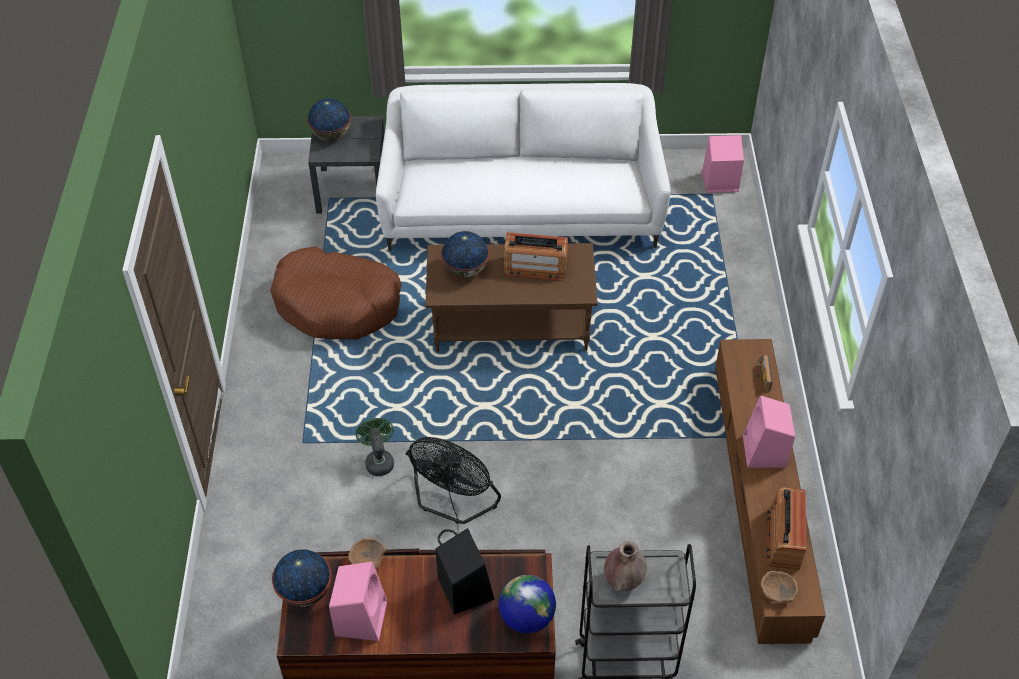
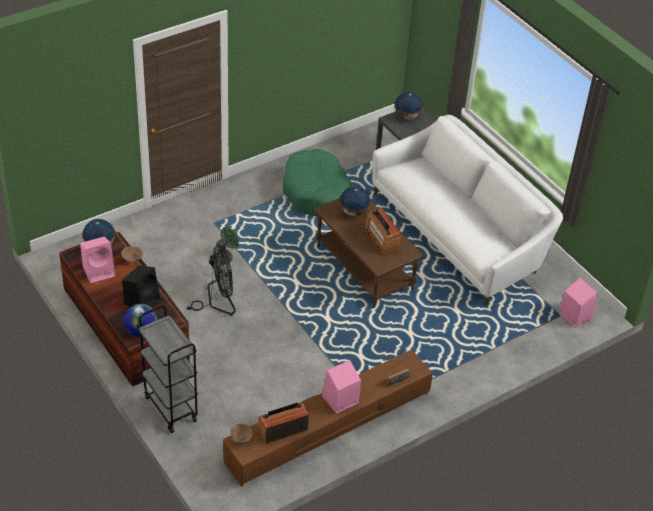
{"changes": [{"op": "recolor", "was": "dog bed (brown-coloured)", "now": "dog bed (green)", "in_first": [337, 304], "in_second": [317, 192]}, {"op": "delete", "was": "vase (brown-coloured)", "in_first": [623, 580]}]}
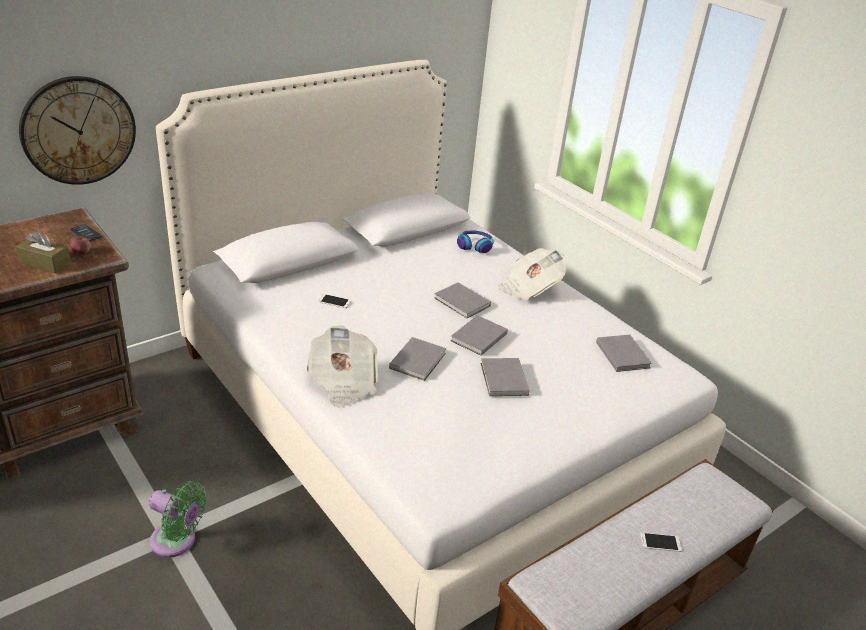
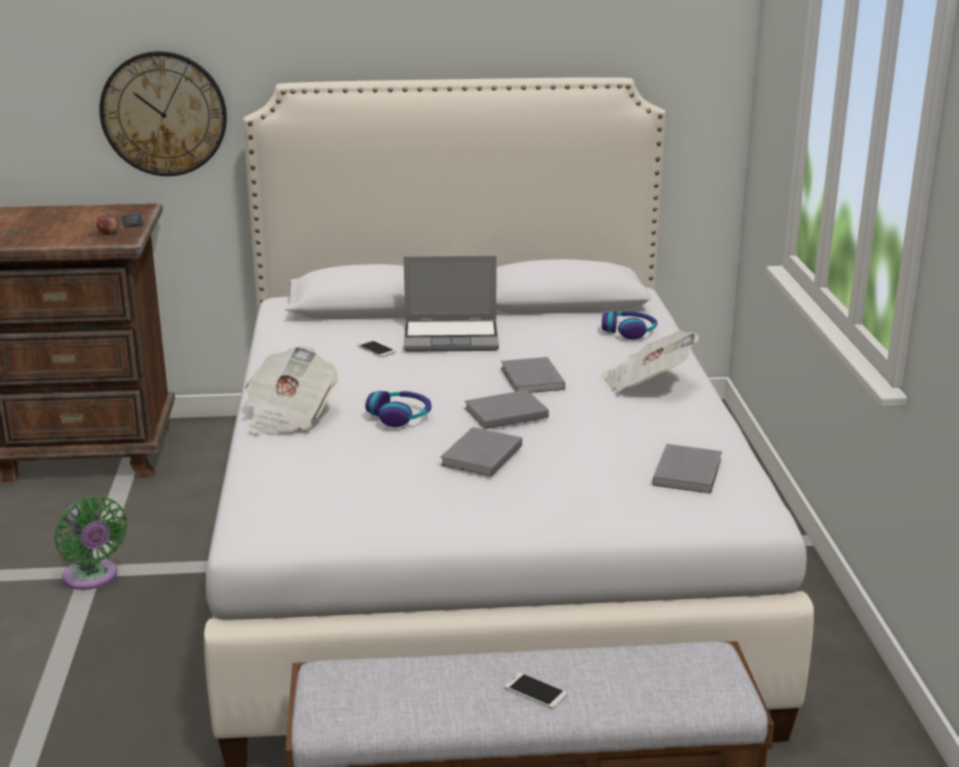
{"changes": [{"op": "delete", "was": "tissue box (brown-coloured)", "in_first": [45, 262]}, {"op": "replace", "was": "volume (greyish)", "now": "headset", "in_first": [419, 360], "in_second": [400, 416]}, {"op": "insert", "now": "portable computer", "in_second": [452, 337]}]}
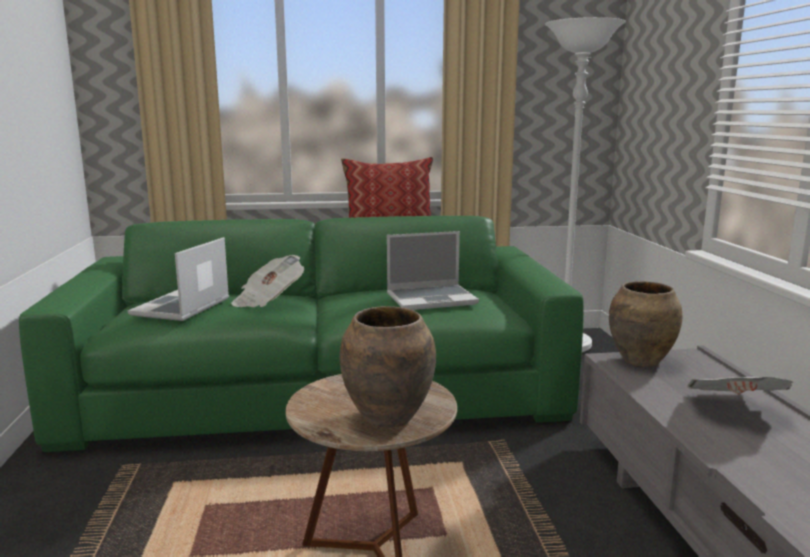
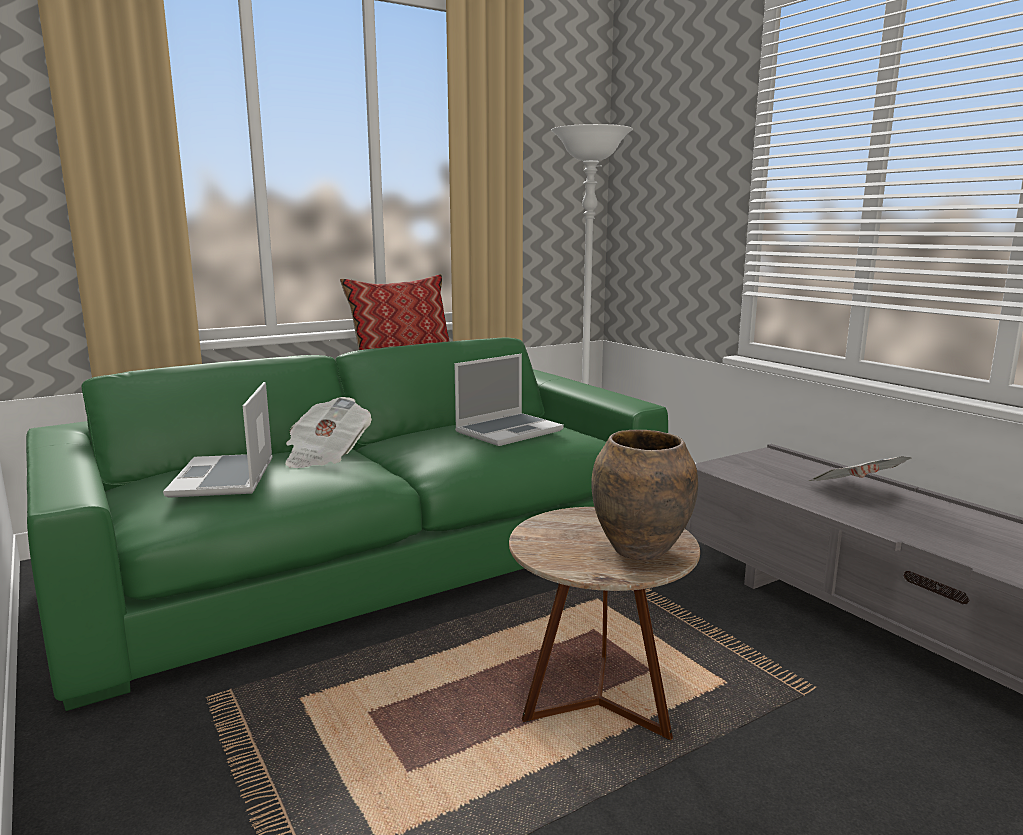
{"changes": [{"op": "delete", "was": "vase (brown-coloured)", "in_first": [641, 361]}]}
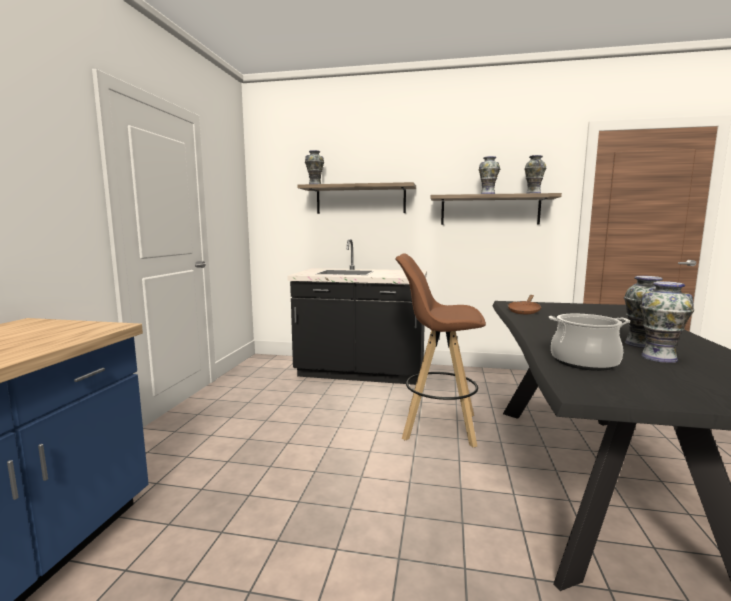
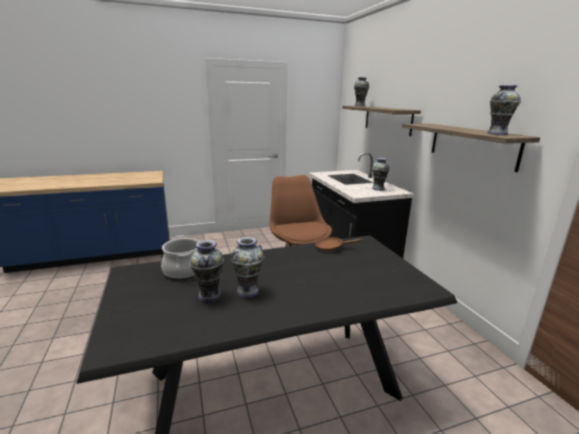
{"changes": [{"op": "move", "was": "vase", "in_first": [487, 194], "in_second": [378, 189]}]}
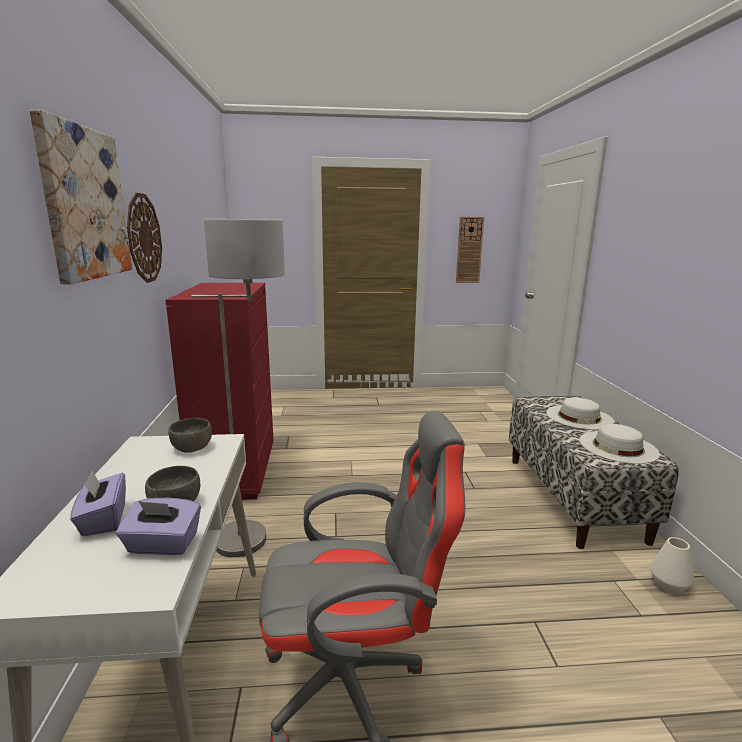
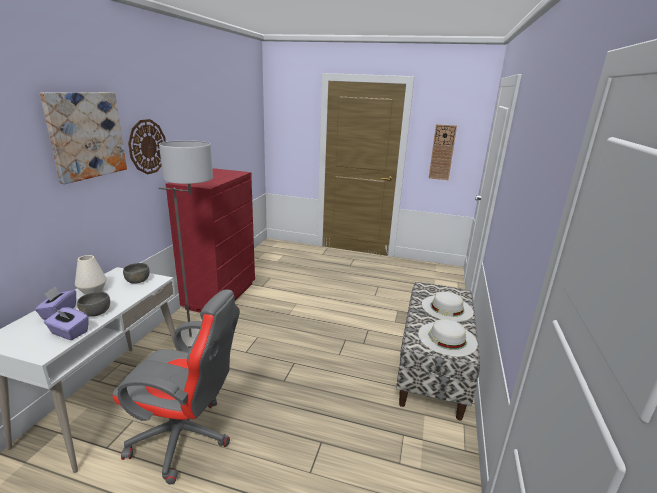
{"changes": [{"op": "move", "was": "vase (whitish)", "in_first": [668, 585], "in_second": [93, 290]}]}
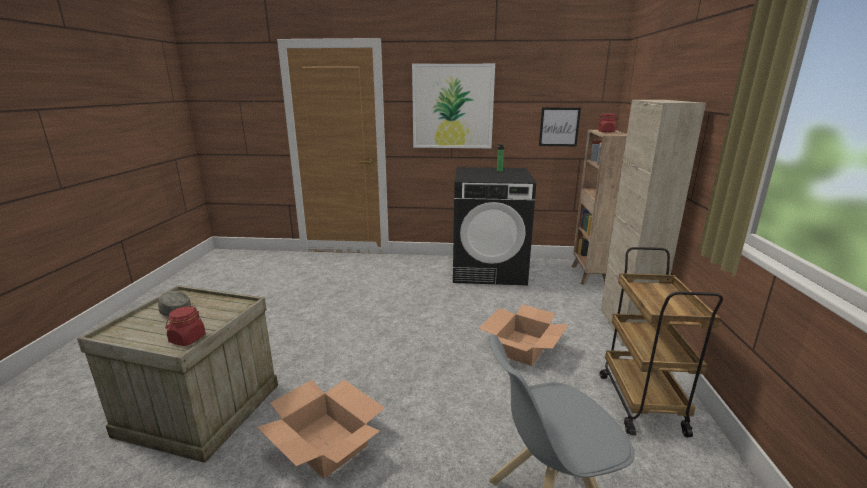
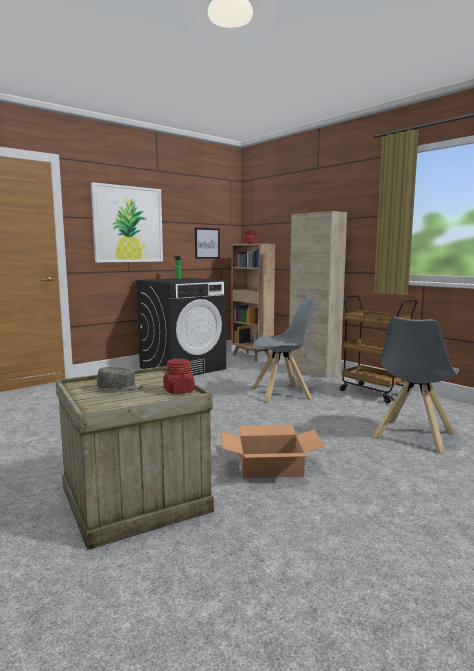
{"changes": [{"op": "replace", "was": "cardboard box", "now": "upright chair (greyish)", "in_first": [522, 347], "in_second": [283, 393]}]}
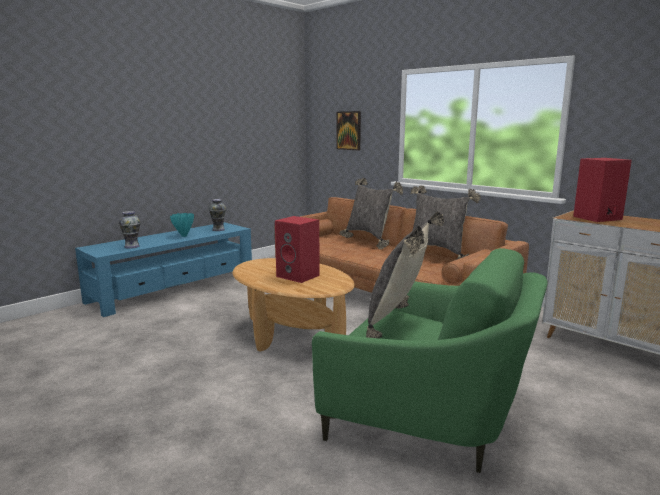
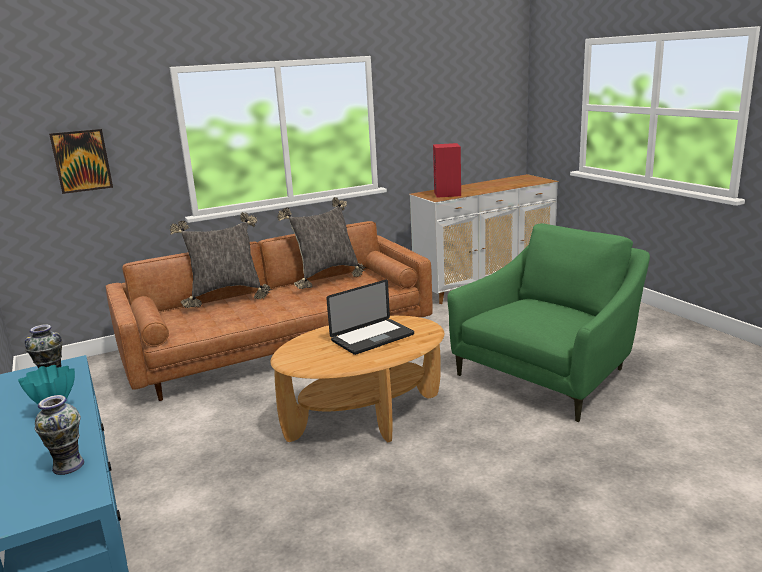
{"changes": [{"op": "replace", "was": "loudspeaker (reddish)", "now": "portable computer", "in_first": [299, 276], "in_second": [372, 338]}, {"op": "delete", "was": "pillow", "in_first": [403, 329]}]}
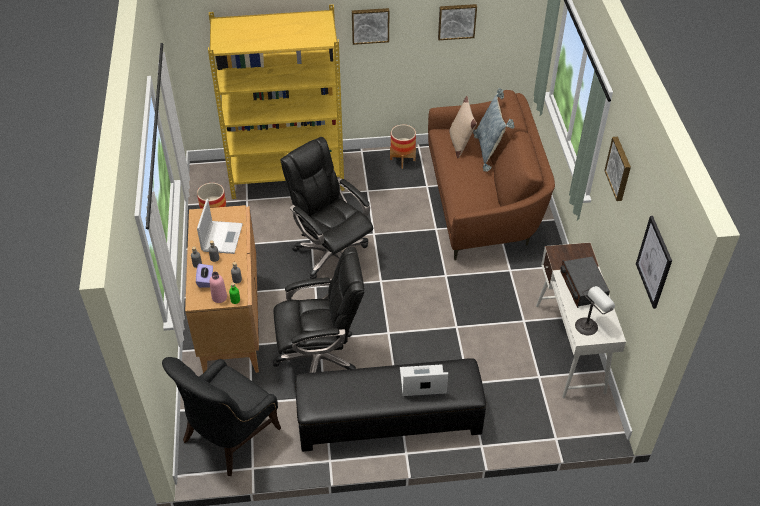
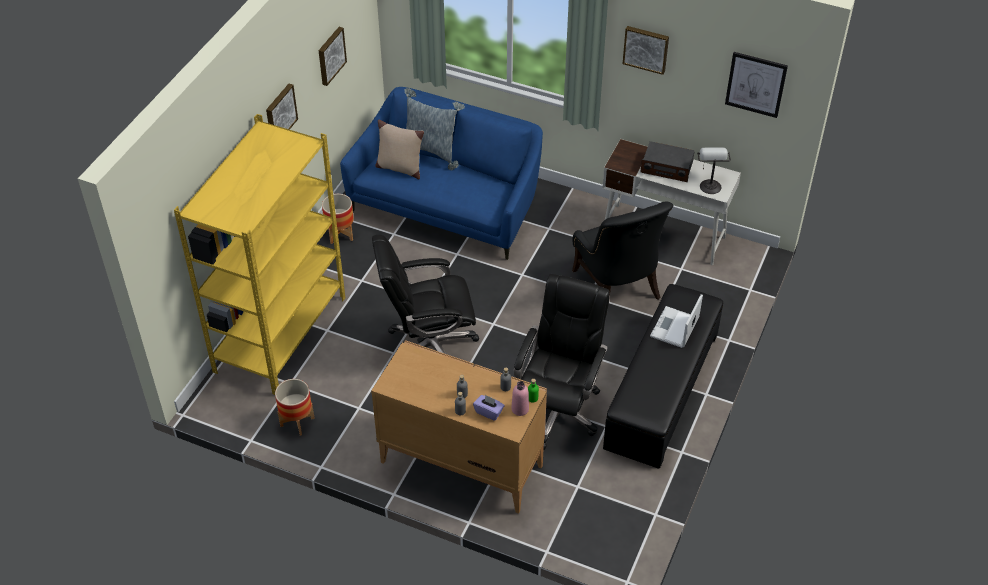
{"changes": [{"op": "move", "was": "upright chair (black-coloured)", "in_first": [230, 435], "in_second": [617, 285]}, {"op": "delete", "was": "portable computer", "in_first": [222, 237]}, {"op": "recolor", "was": "sofa (brown-coloured)", "now": "sofa (blue)", "in_first": [483, 201], "in_second": [448, 204]}]}
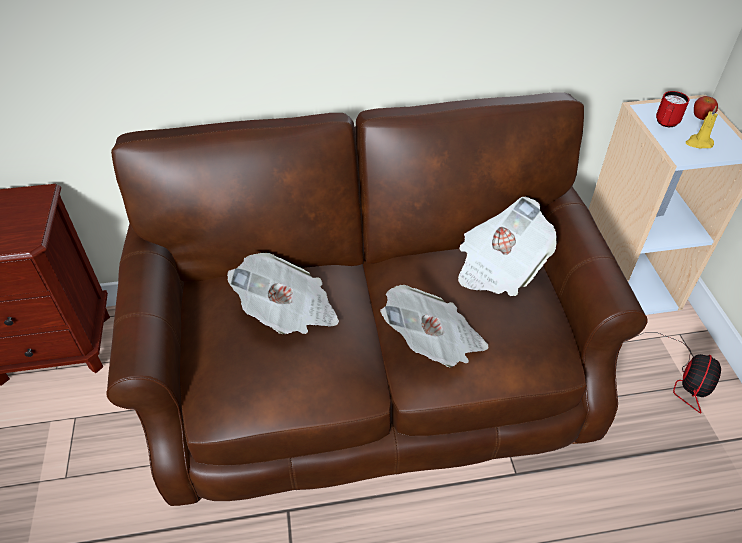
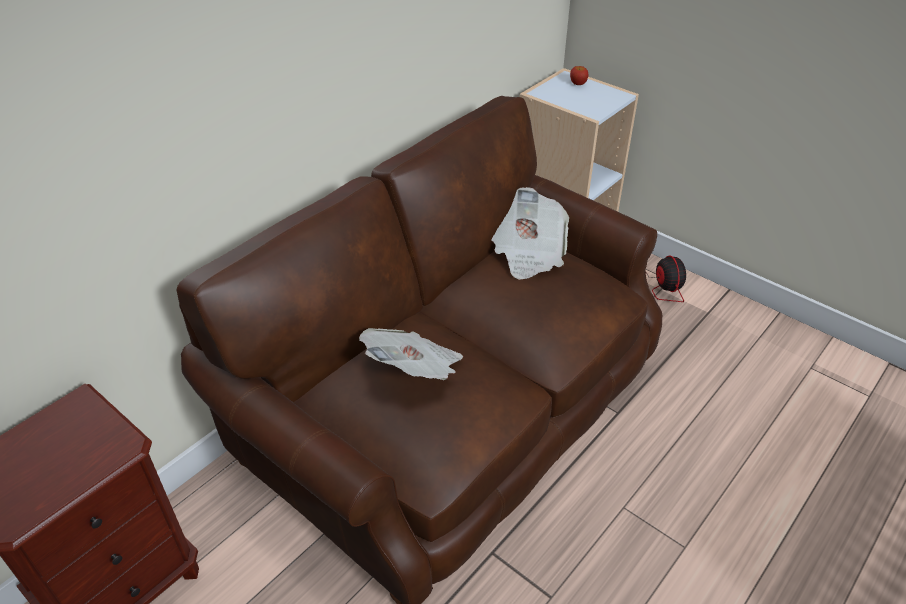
{"changes": [{"op": "delete", "was": "newspaper", "in_first": [434, 343]}, {"op": "delete", "was": "coffee mug (reddish)", "in_first": [665, 124]}, {"op": "delete", "was": "candle (yellow-coloured)", "in_first": [698, 143]}]}
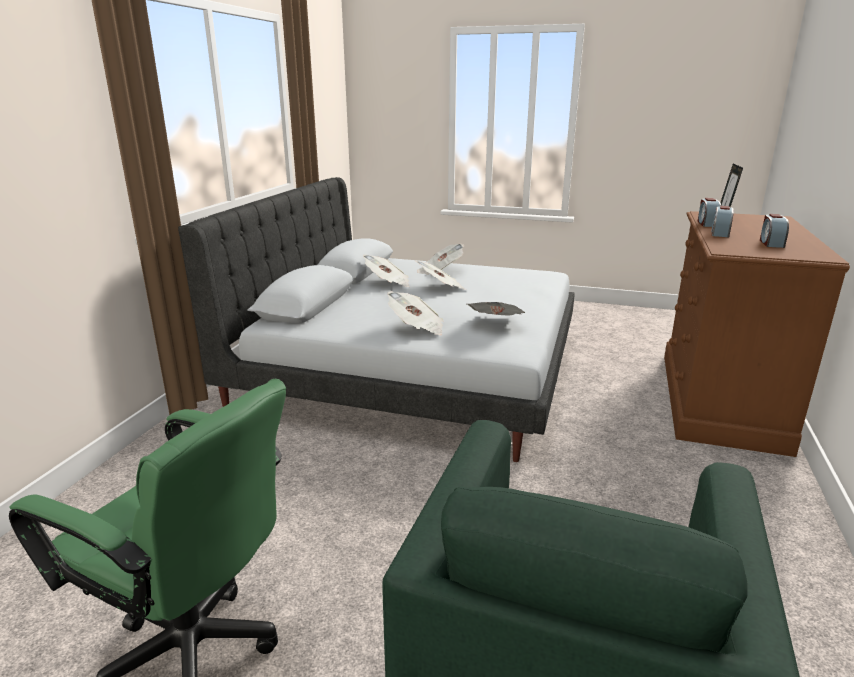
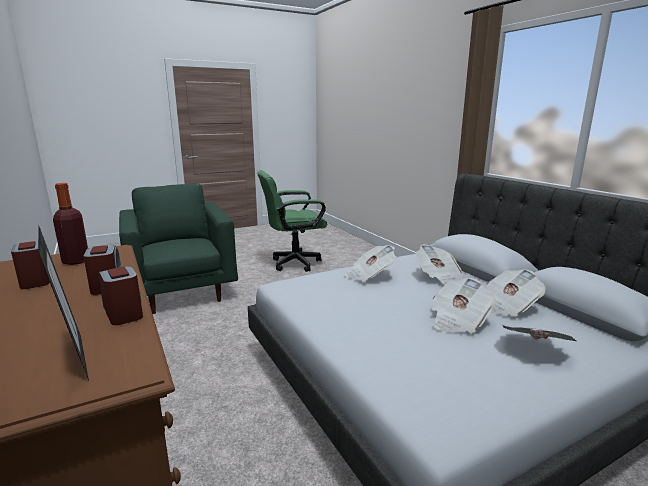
{"changes": [{"op": "move", "was": "newspaper", "in_first": [495, 324], "in_second": [438, 278]}, {"op": "insert", "now": "beverage bottle", "in_second": [76, 261]}]}
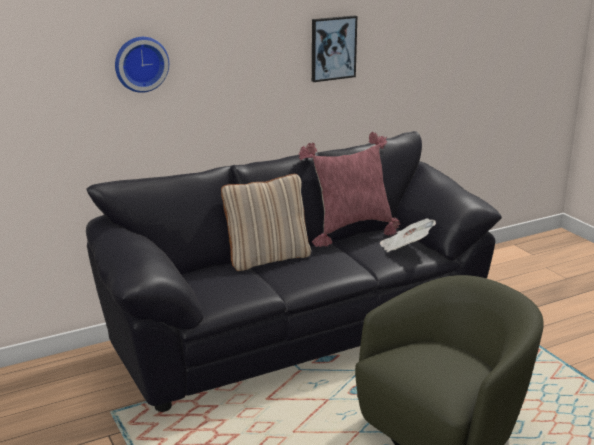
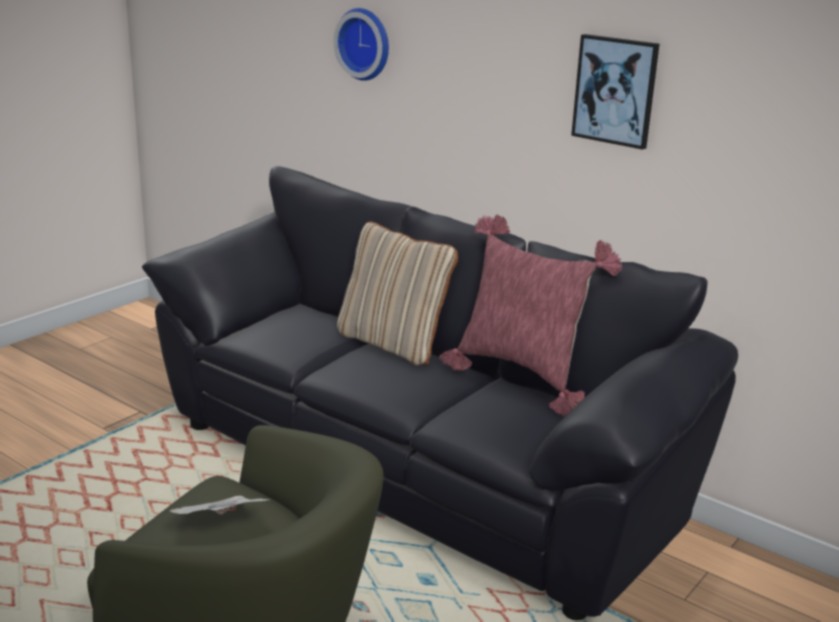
{"changes": [{"op": "move", "was": "newspaper", "in_first": [405, 248], "in_second": [223, 527]}]}
